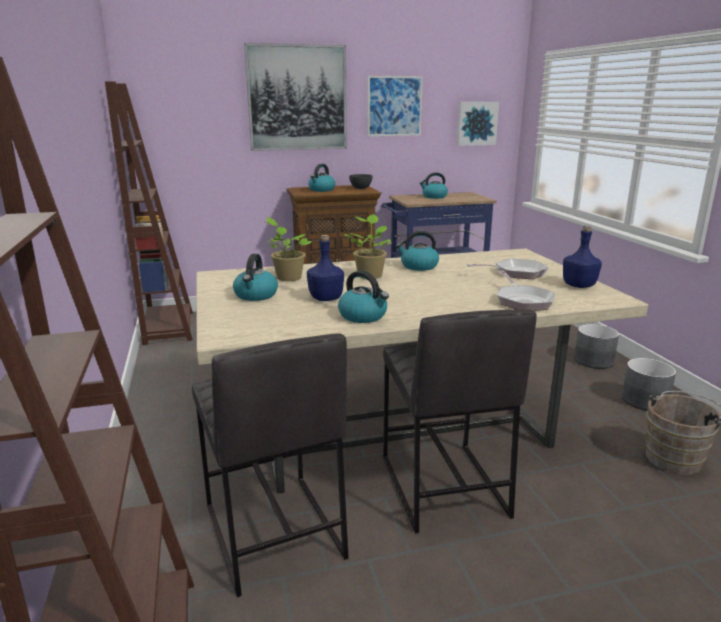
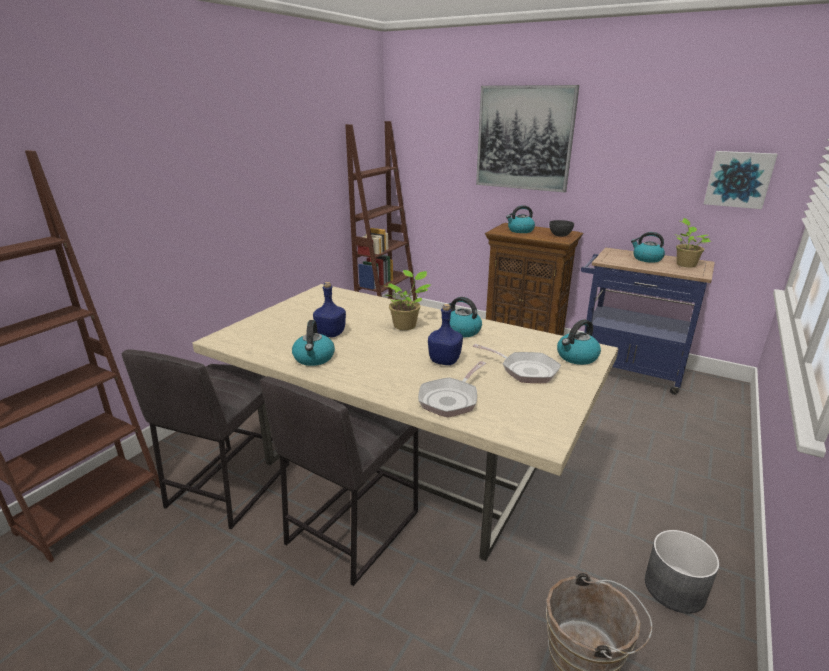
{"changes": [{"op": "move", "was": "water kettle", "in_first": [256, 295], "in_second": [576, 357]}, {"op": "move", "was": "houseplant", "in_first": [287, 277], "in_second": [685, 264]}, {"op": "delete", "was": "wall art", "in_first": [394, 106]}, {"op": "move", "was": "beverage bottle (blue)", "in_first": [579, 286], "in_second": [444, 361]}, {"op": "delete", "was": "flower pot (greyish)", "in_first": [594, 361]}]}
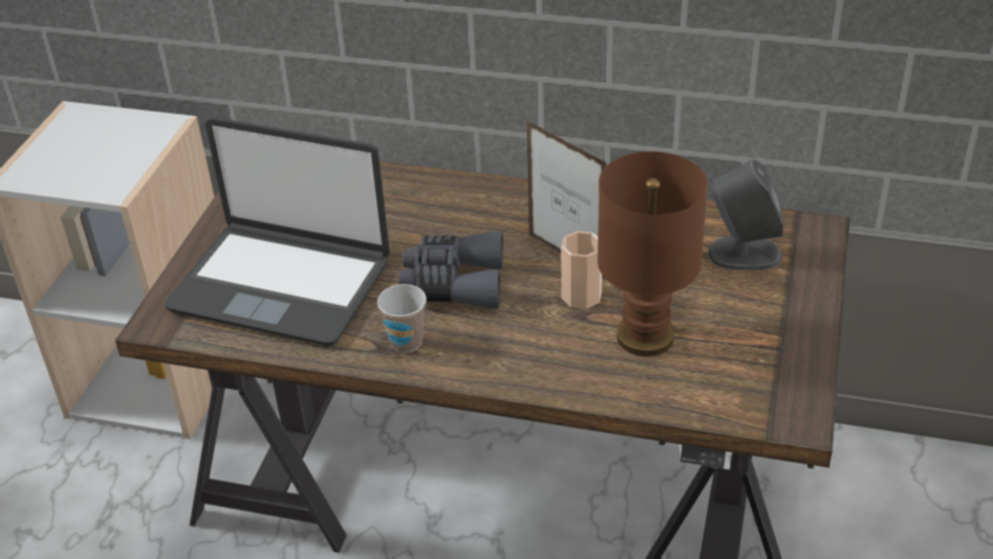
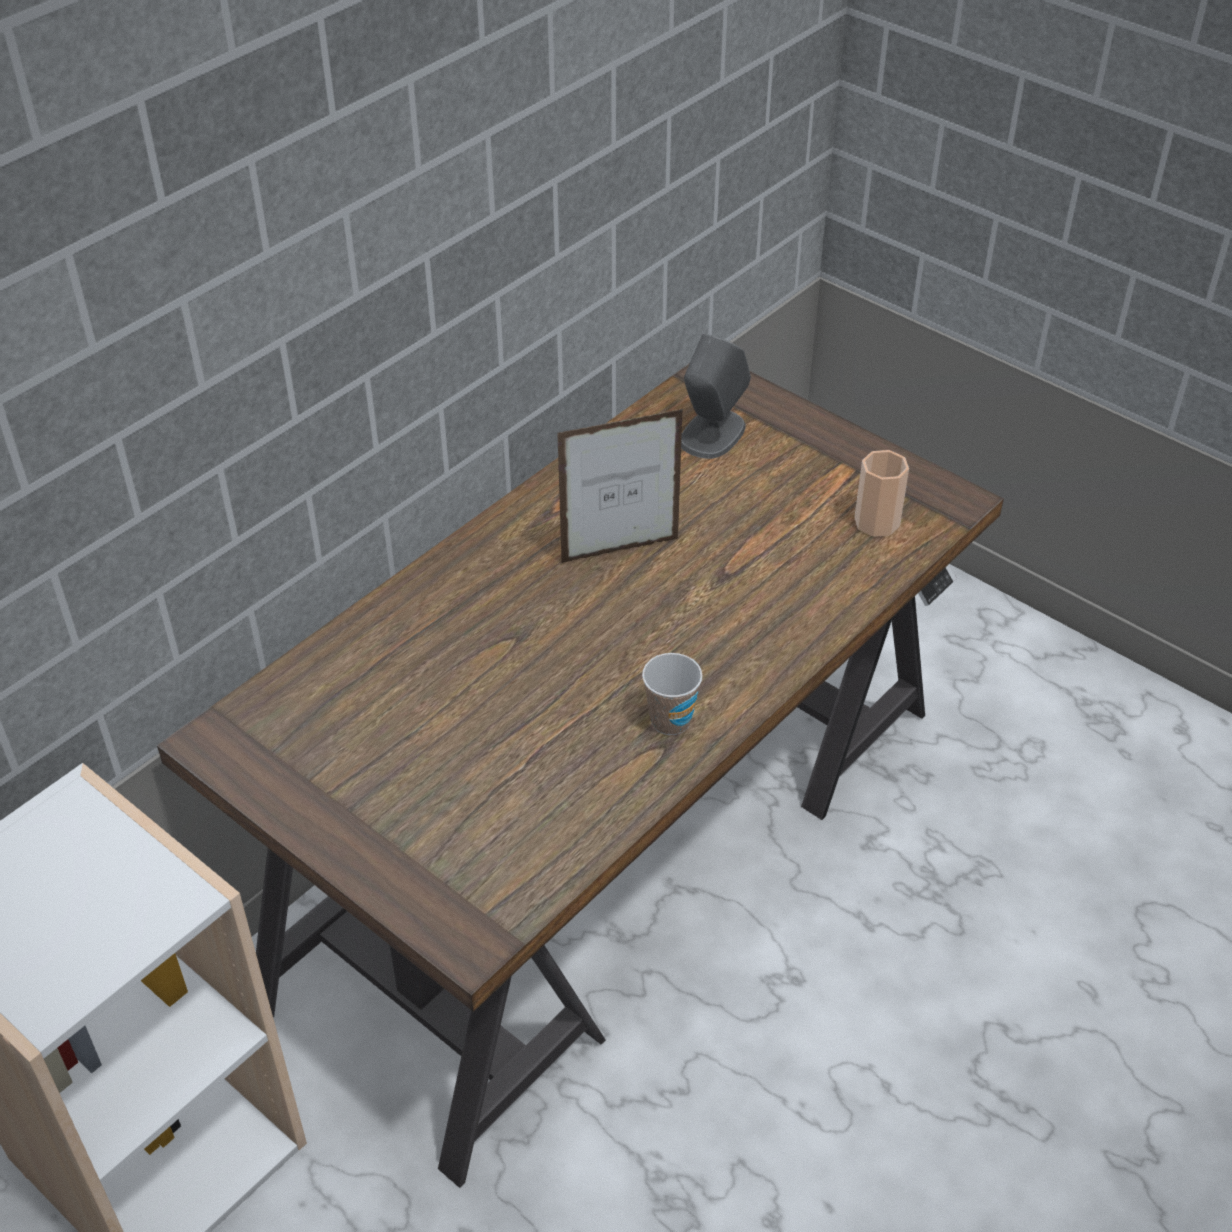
{"changes": [{"op": "delete", "was": "portable computer", "in_first": [282, 284]}, {"op": "delete", "was": "field glasses (greyish)", "in_first": [454, 283]}, {"op": "move", "was": "drinking cup", "in_first": [581, 296], "in_second": [877, 522]}, {"op": "delete", "was": "table lamp (brown-coloured)", "in_first": [646, 337]}]}
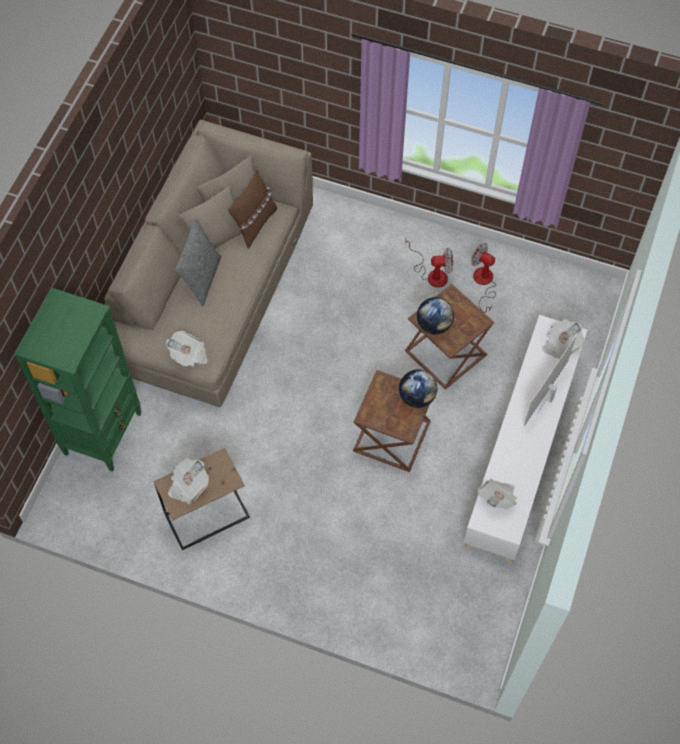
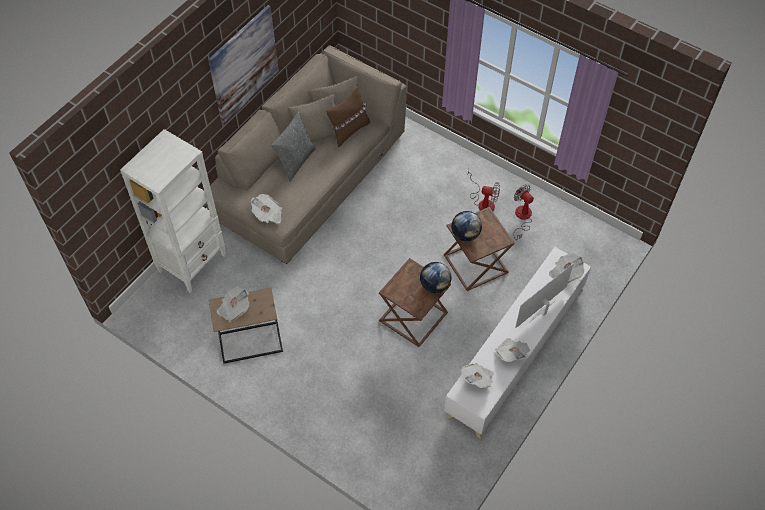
{"changes": [{"op": "recolor", "was": "bookcase (green)", "now": "bookcase (whitish)", "in_first": [103, 433], "in_second": [193, 263]}, {"op": "insert", "now": "wall art", "in_second": [244, 64]}, {"op": "insert", "now": "newspaper", "in_second": [511, 353]}]}
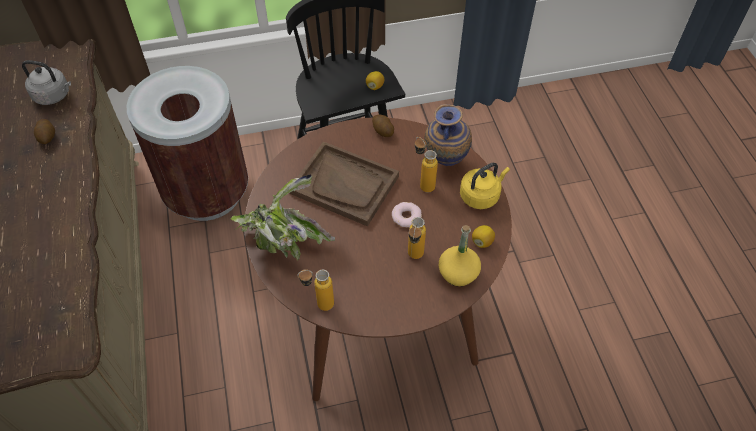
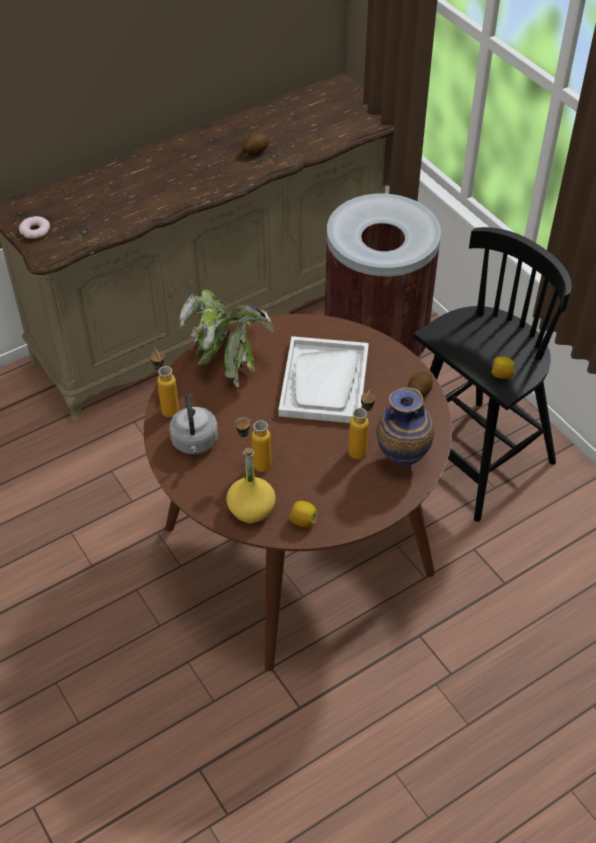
{"changes": [{"op": "move", "was": "water kettle (greyish)", "in_first": [54, 95], "in_second": [195, 443]}, {"op": "recolor", "was": "carrying tray (brown-coloured)", "now": "carrying tray (whitish)", "in_first": [345, 185], "in_second": [324, 382]}, {"op": "move", "was": "doughnut", "in_first": [406, 216], "in_second": [35, 230]}, {"op": "delete", "was": "water kettle (yellow-coloured)", "in_first": [481, 196]}]}
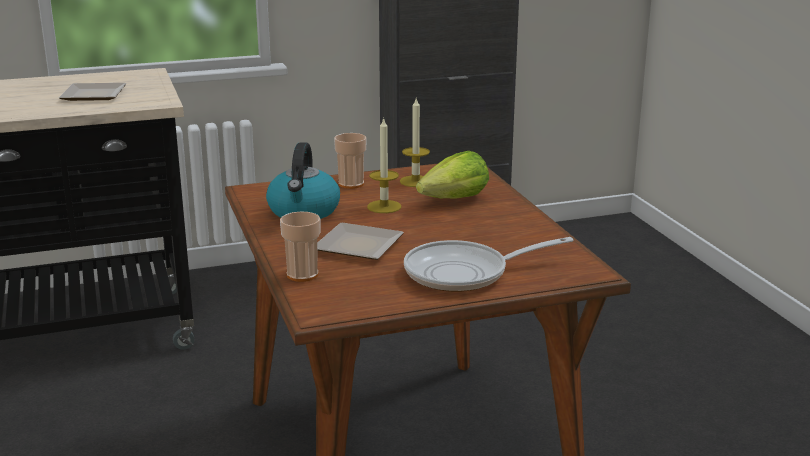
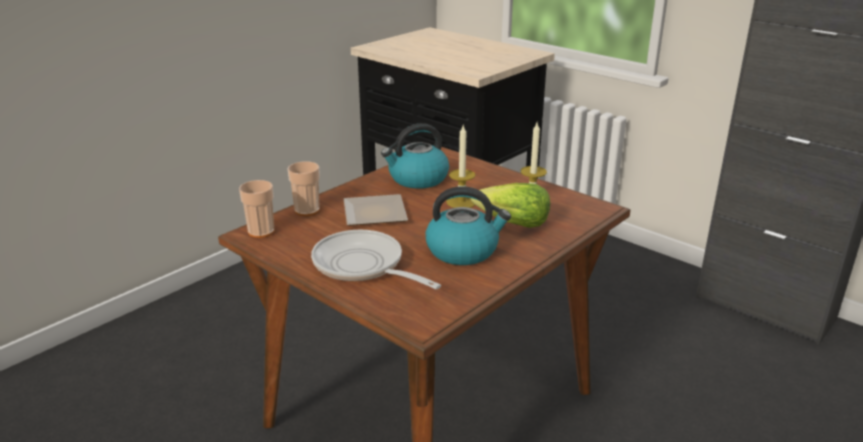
{"changes": [{"op": "delete", "was": "dinner plate", "in_first": [95, 96]}, {"op": "move", "was": "drinking cup", "in_first": [351, 184], "in_second": [261, 231]}, {"op": "insert", "now": "water kettle", "in_second": [463, 250]}]}
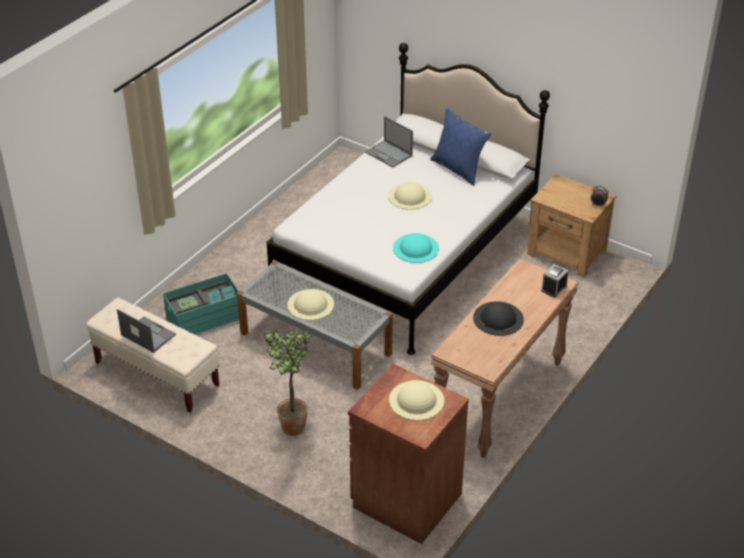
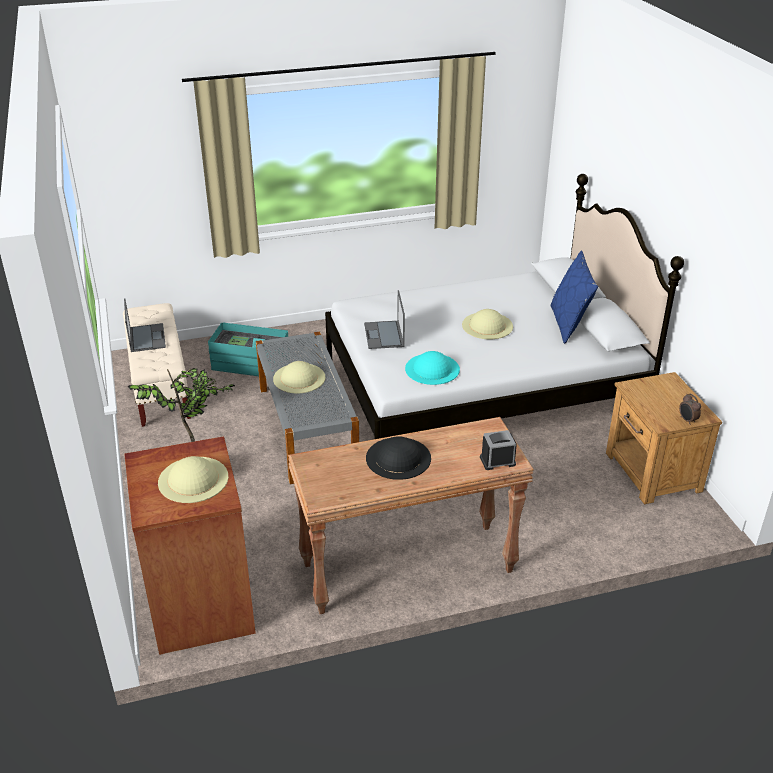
{"changes": [{"op": "move", "was": "portable computer", "in_first": [389, 154], "in_second": [384, 335]}]}
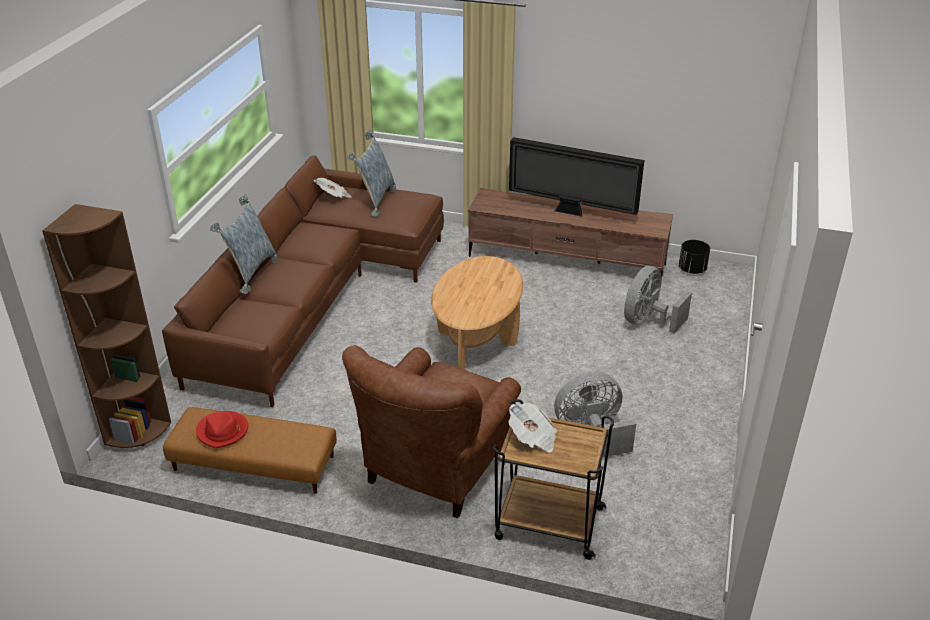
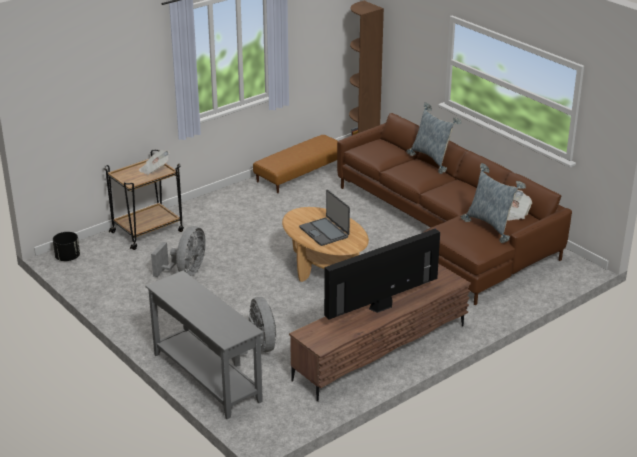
{"changes": [{"op": "delete", "was": "clothing hat (reddish)", "in_first": [223, 431]}, {"op": "delete", "was": "lounge chair (brown-coloured)", "in_first": [434, 470]}, {"op": "move", "was": "flower pot (black-coloured)", "in_first": [692, 269], "in_second": [67, 257]}, {"op": "insert", "now": "narrow table (greyish)", "in_second": [206, 377]}, {"op": "insert", "now": "portable computer", "in_second": [324, 232]}]}
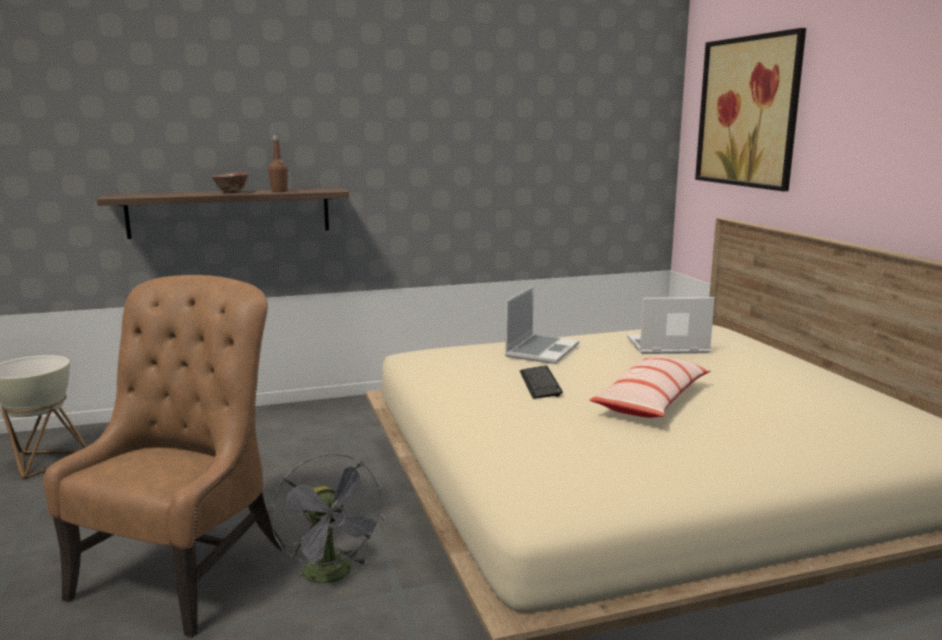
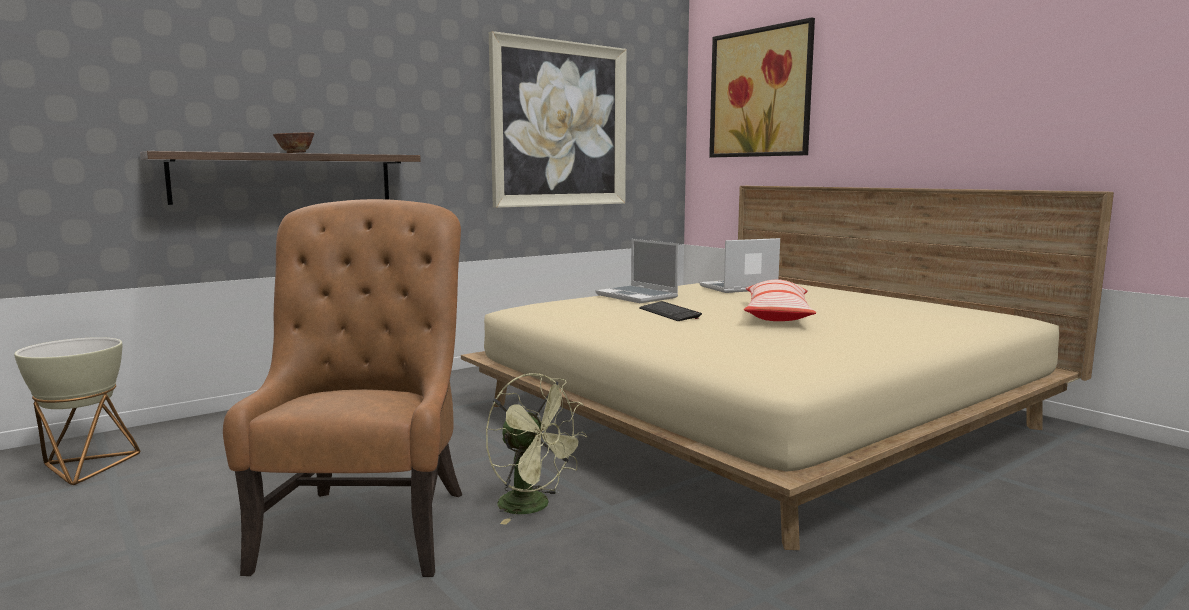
{"changes": [{"op": "delete", "was": "beverage bottle (brown-coloured)", "in_first": [279, 191]}, {"op": "recolor", "was": "fan (greyish)", "now": "fan (green)", "in_first": [332, 576], "in_second": [533, 507]}, {"op": "rotate", "was": "portable computer", "in_first": [541, 350], "in_second": [638, 296], "clockwise": 135}, {"op": "insert", "now": "wall art", "in_second": [560, 124]}]}
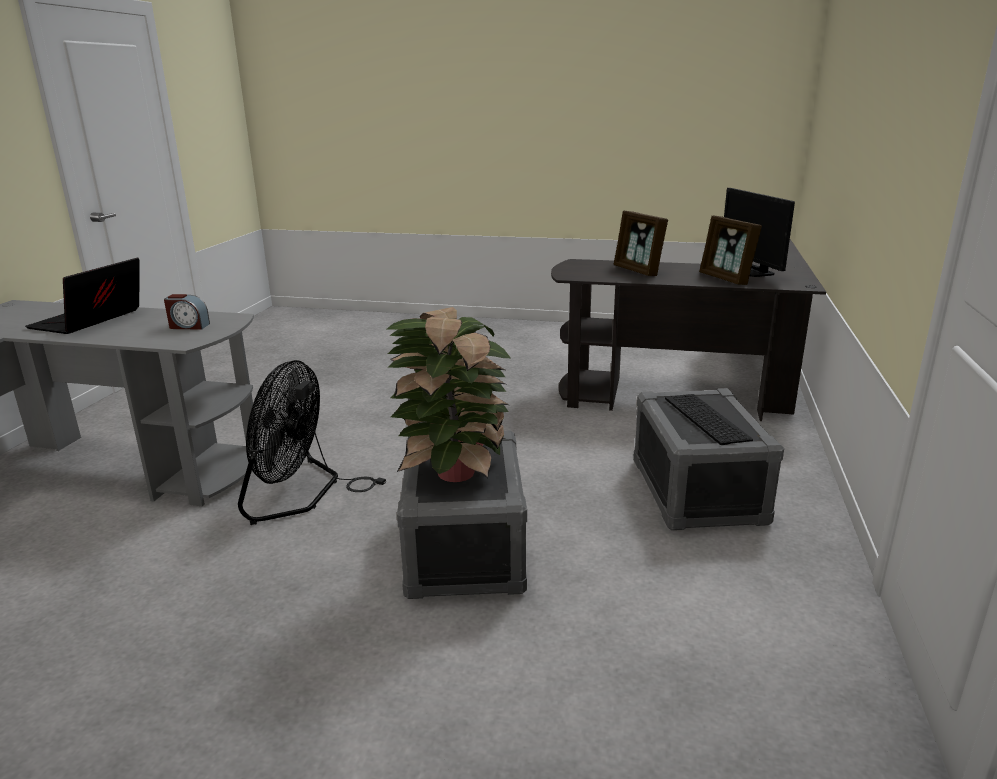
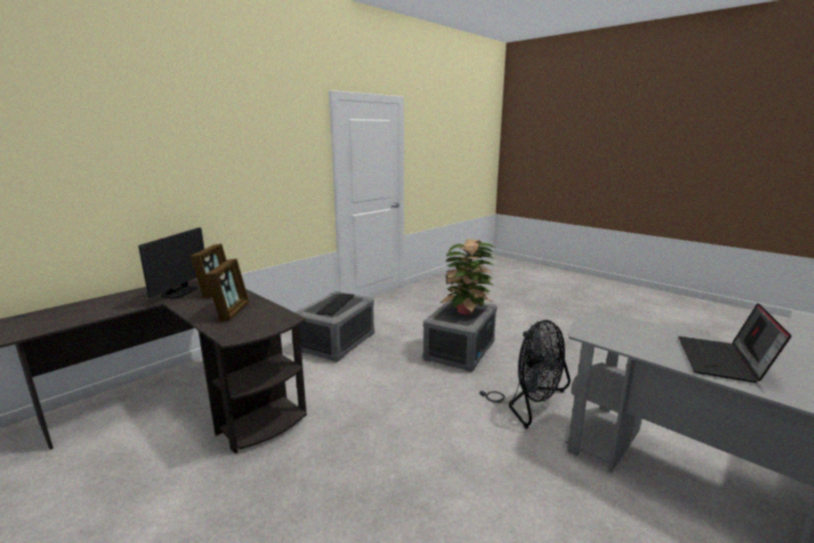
{"changes": [{"op": "rotate", "was": "portable computer", "in_first": [89, 321], "in_second": [723, 361], "clockwise": 150}, {"op": "delete", "was": "alarm clock", "in_first": [189, 326]}]}
